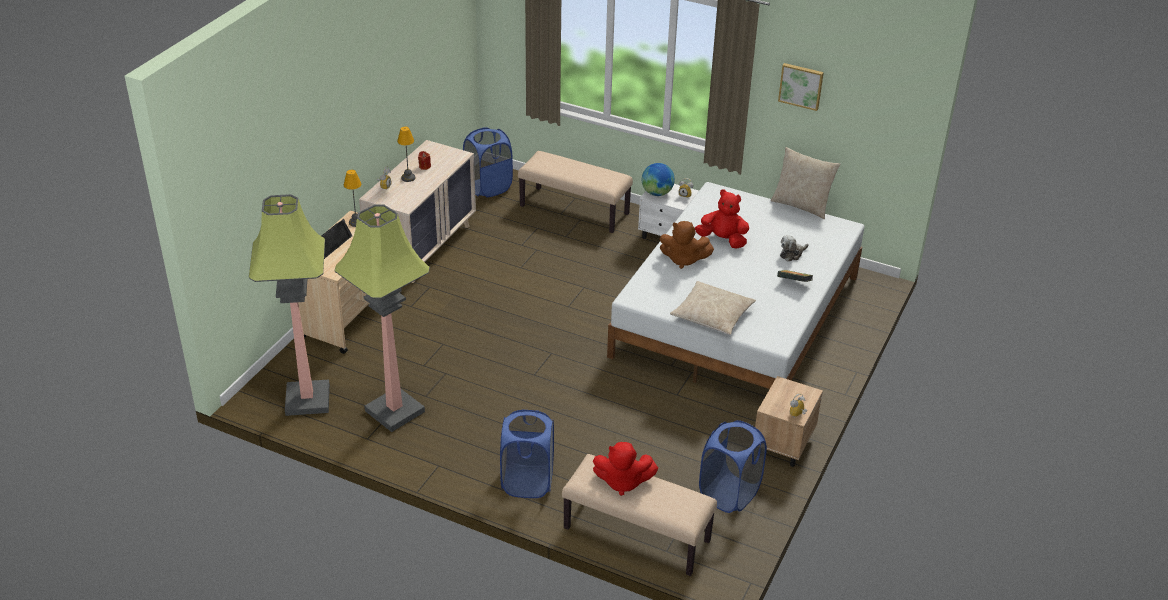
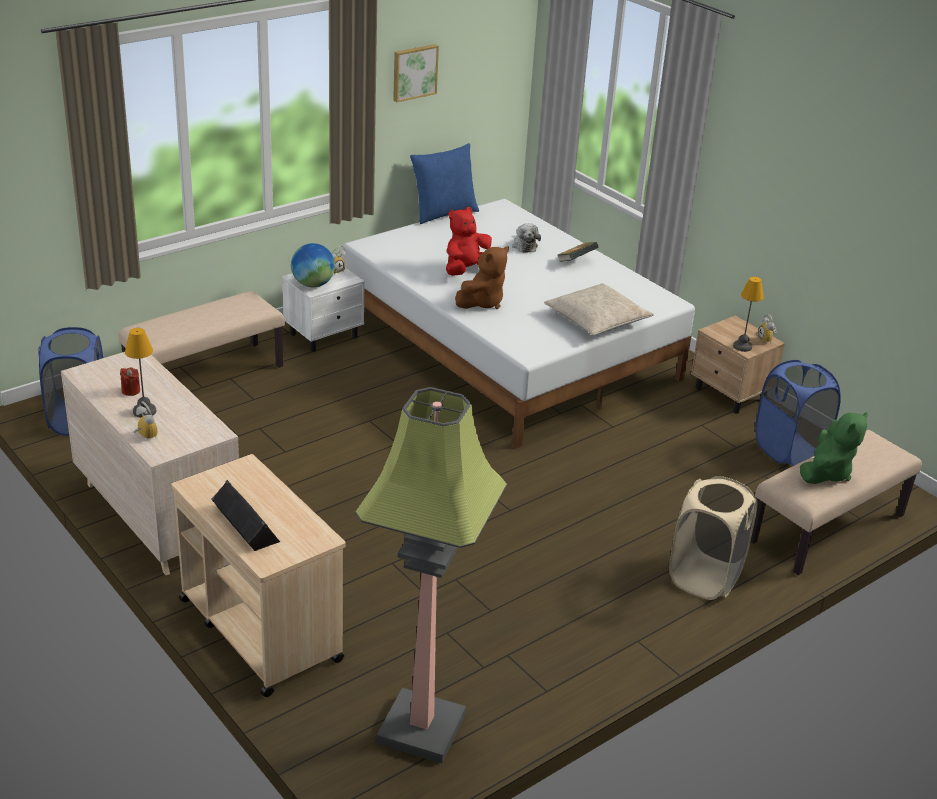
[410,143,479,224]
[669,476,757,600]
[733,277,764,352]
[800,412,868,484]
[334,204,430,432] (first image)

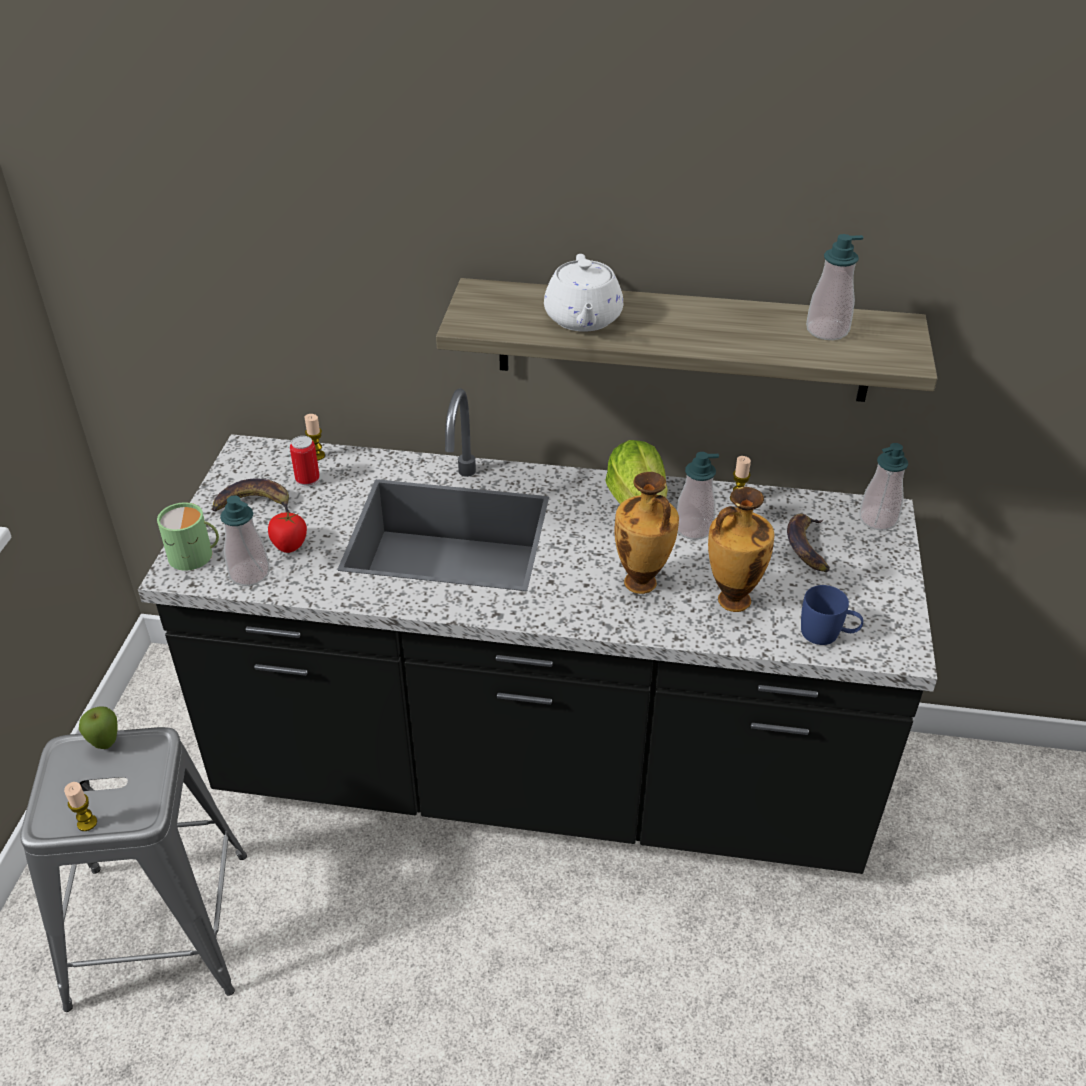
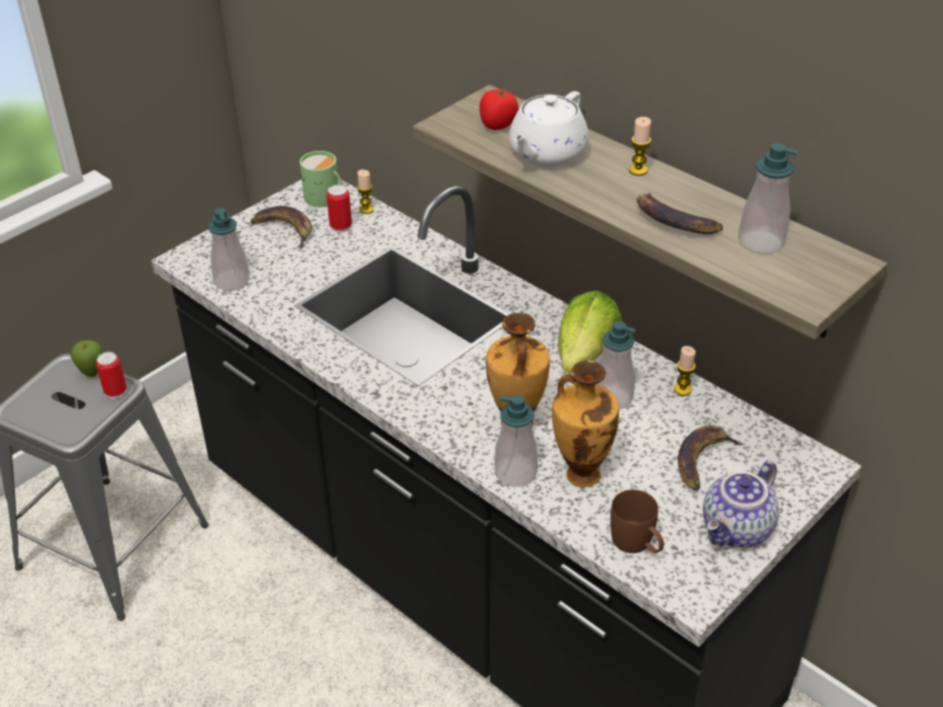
[96,352,127,399]
[300,151,343,207]
[479,88,519,130]
[494,395,538,487]
[610,490,664,553]
[629,117,651,176]
[637,192,723,234]
[703,461,779,547]

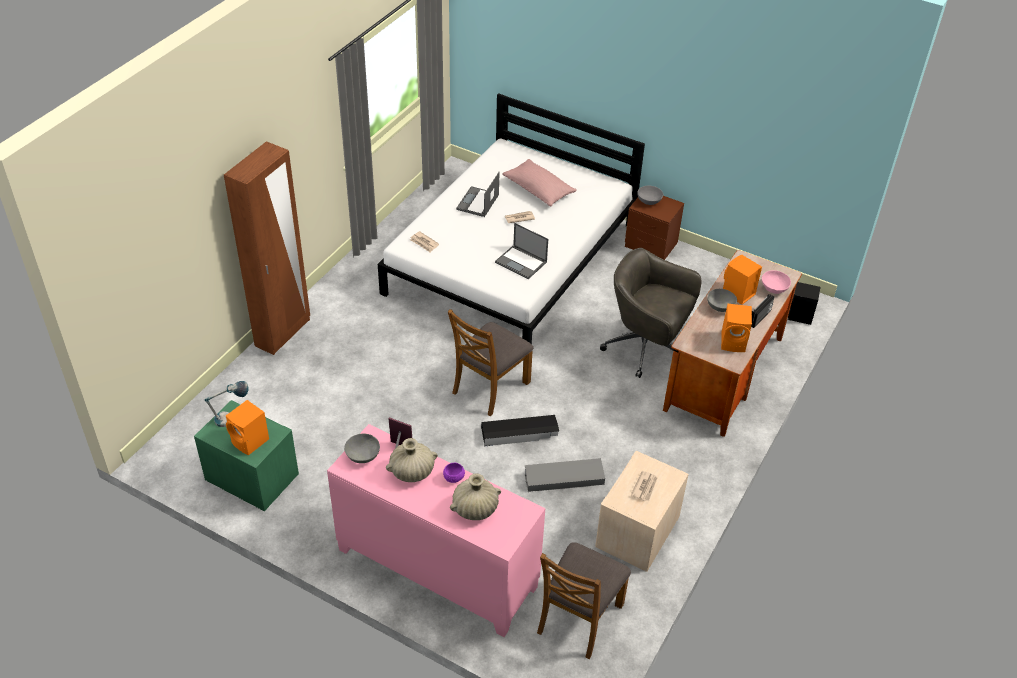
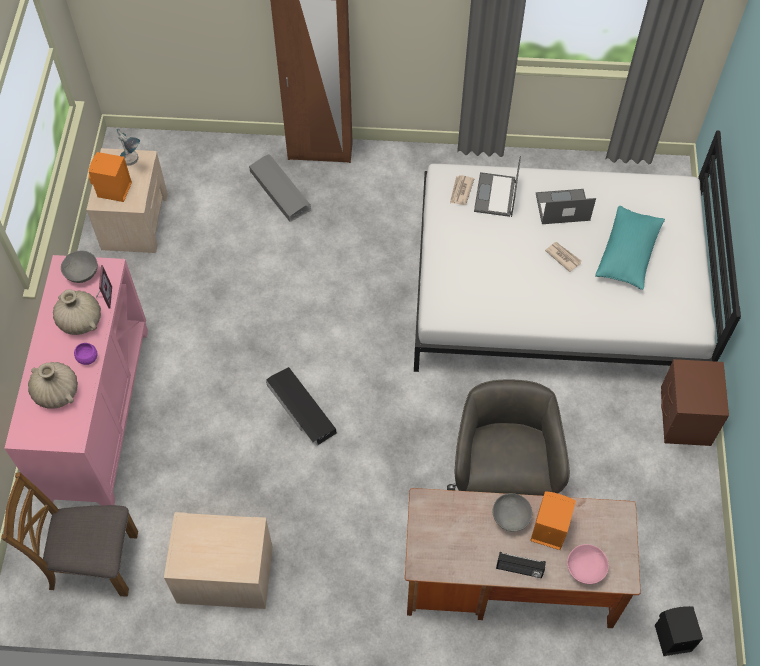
[86,148,168,253]
[249,154,311,222]
[474,156,521,217]
[595,206,665,290]
[448,309,534,416] (first image)
[630,471,658,501] (first image)
[637,186,663,205] (first image)
[721,304,752,352] (first image)

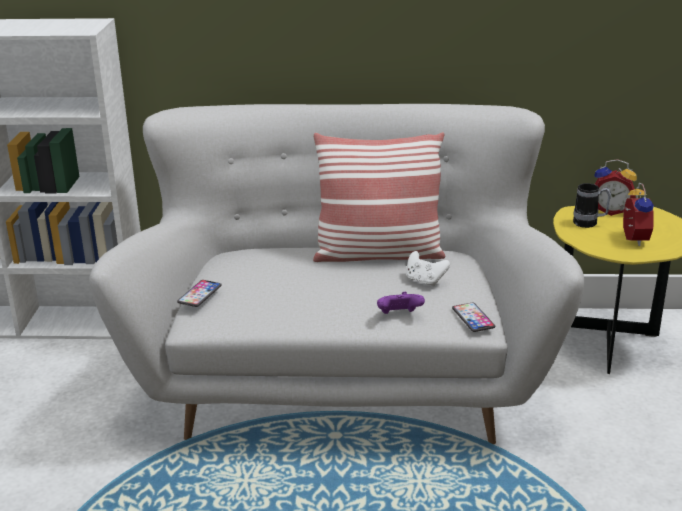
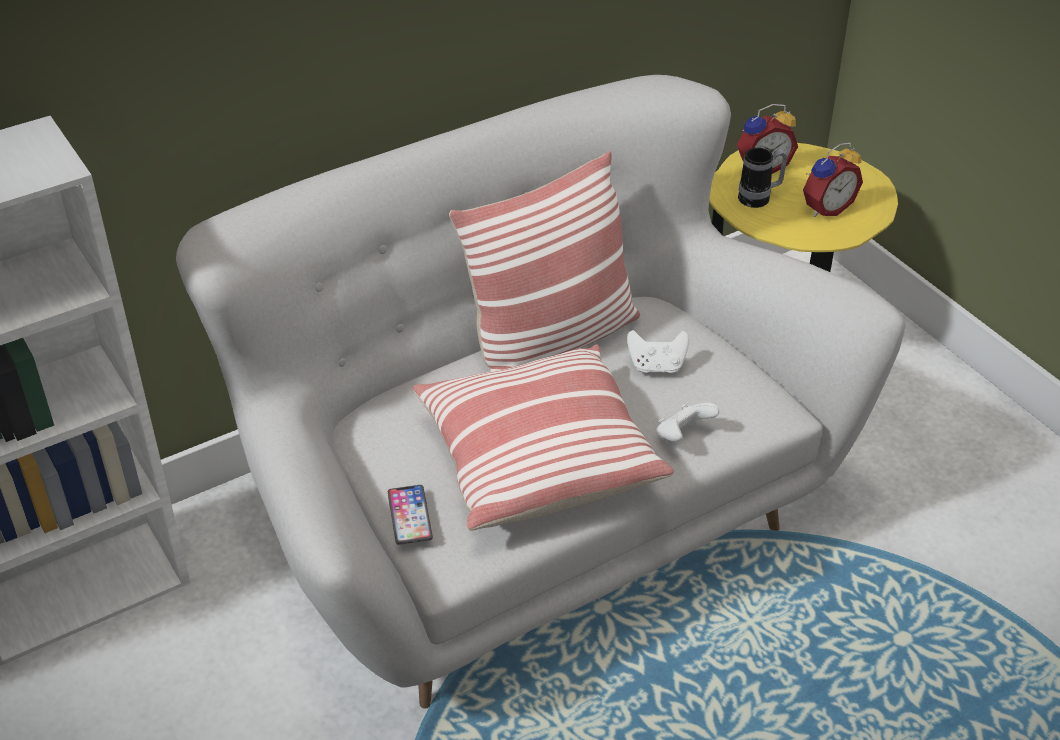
[413,344,674,531]
[656,403,719,442]
[803,143,863,217]
[452,302,495,332] (first image)

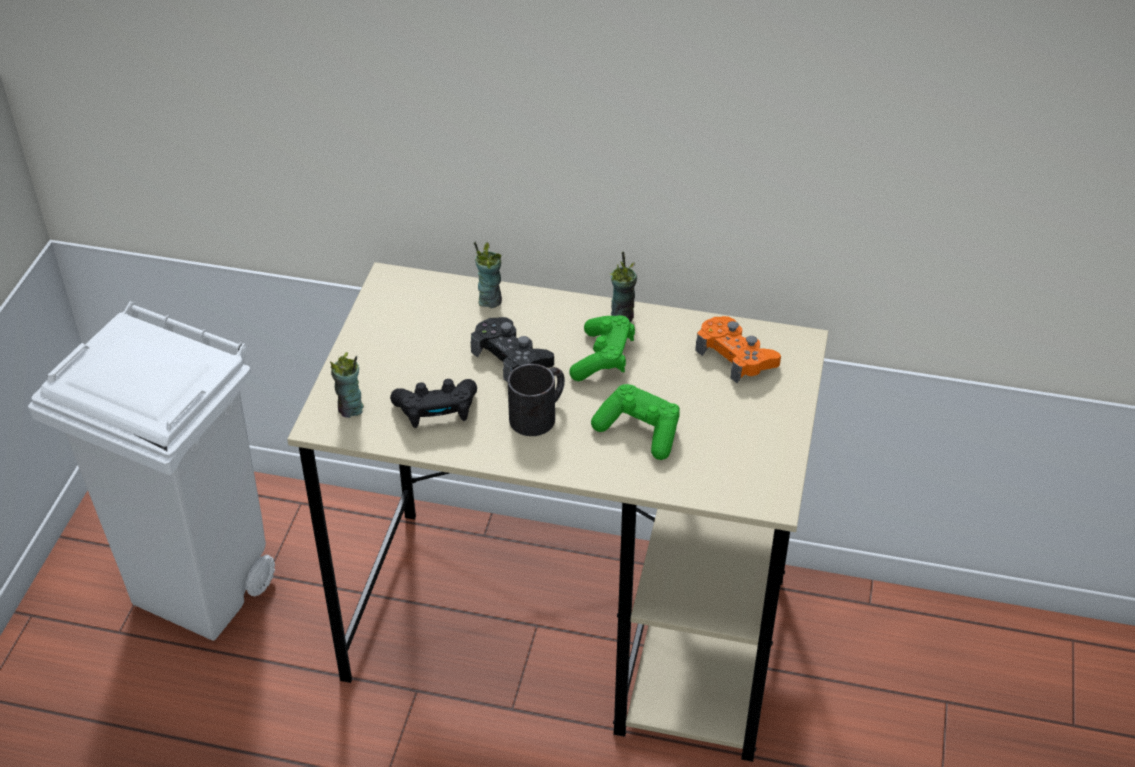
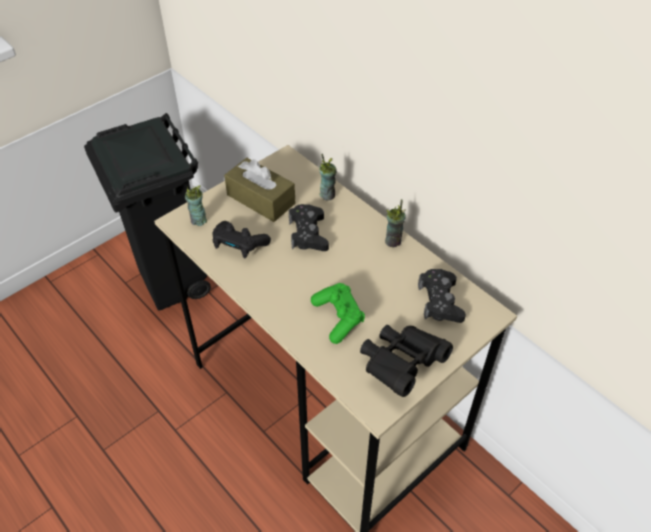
[84,113,211,311]
[224,158,295,222]
[360,325,453,397]
[418,269,466,323]
[508,364,565,436] (first image)
[569,315,635,381] (first image)

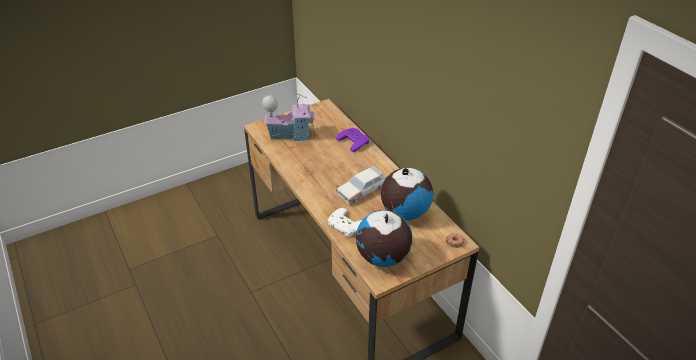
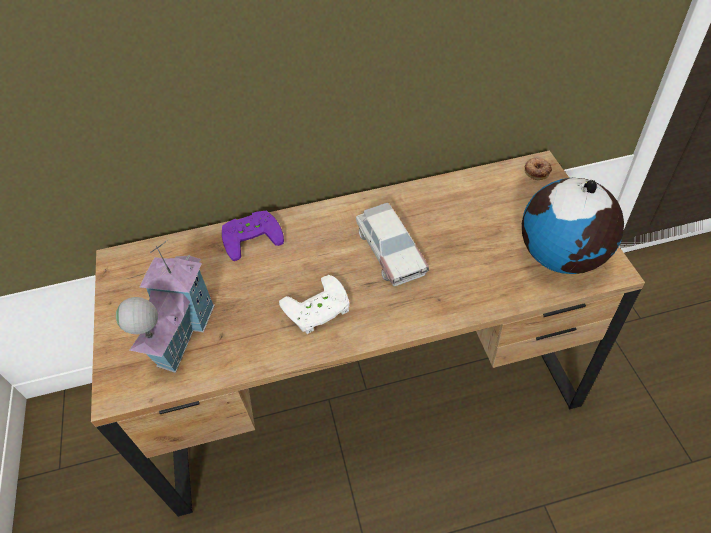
[279,275,350,334]
[381,168,433,220] (first image)

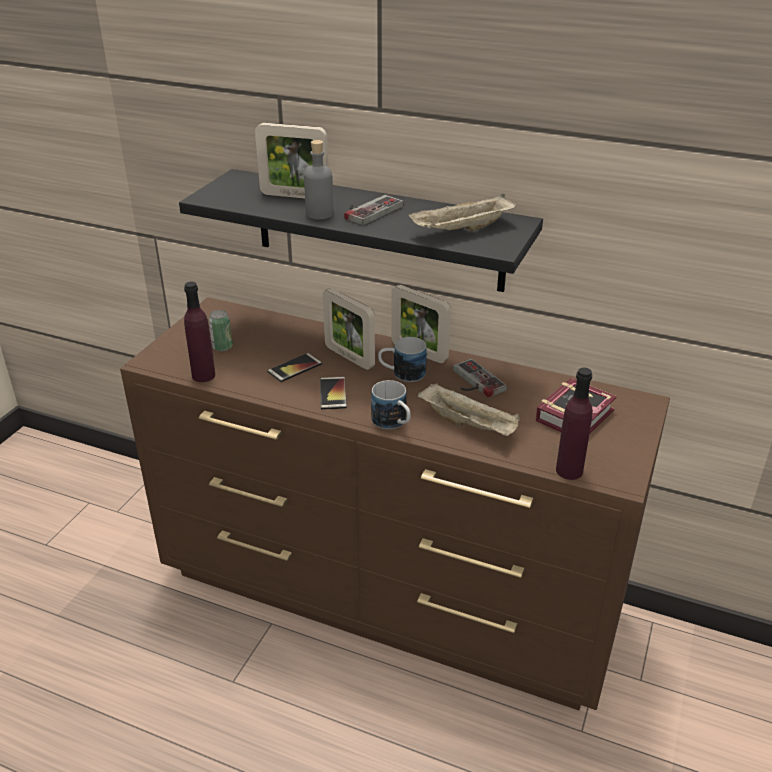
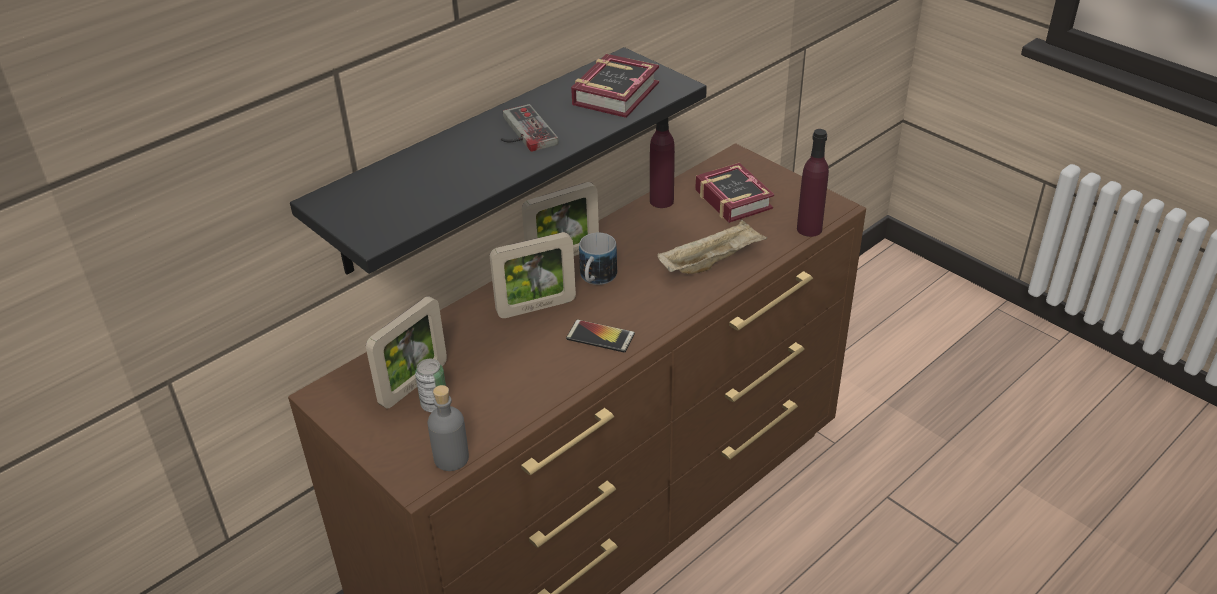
[366,296,447,409]
[428,385,469,471]
[571,54,659,118]
[650,118,675,208]
[267,353,322,382] (first image)
[371,380,411,429] (first image)
[453,359,507,398] (first image)

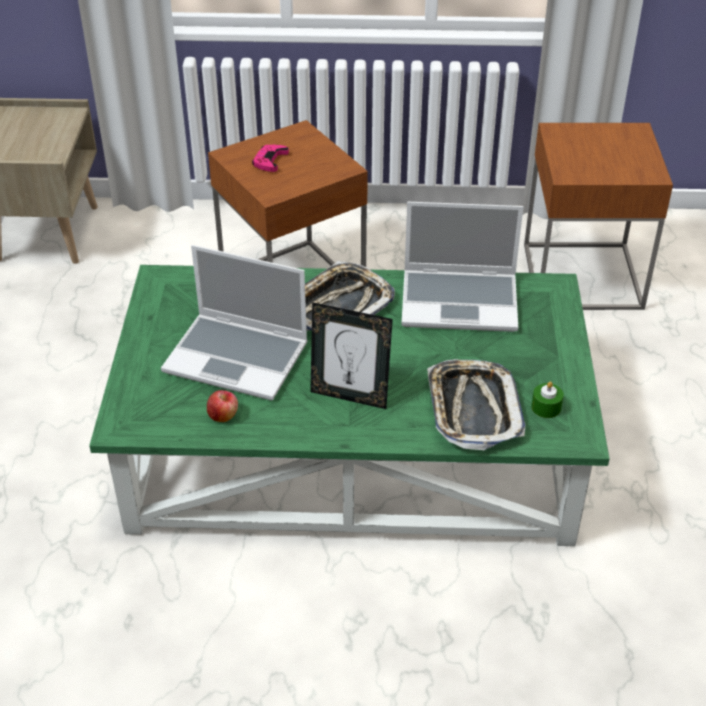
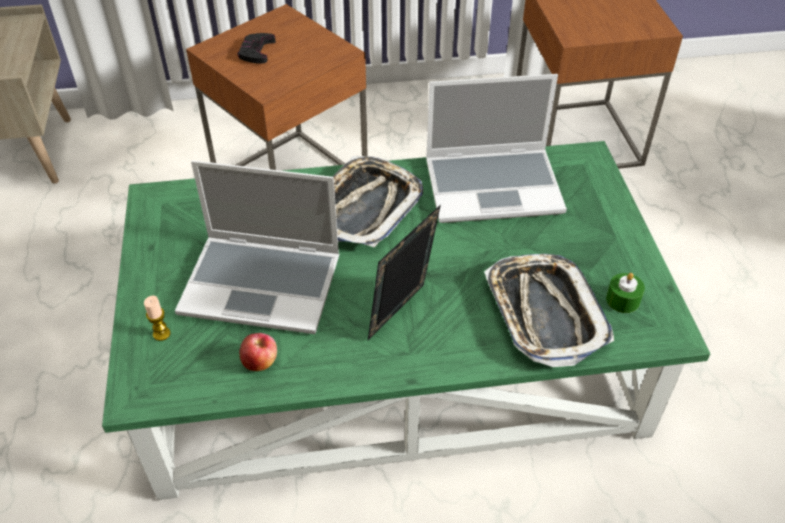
[144,296,170,341]
[238,33,275,64]
[368,205,441,340]

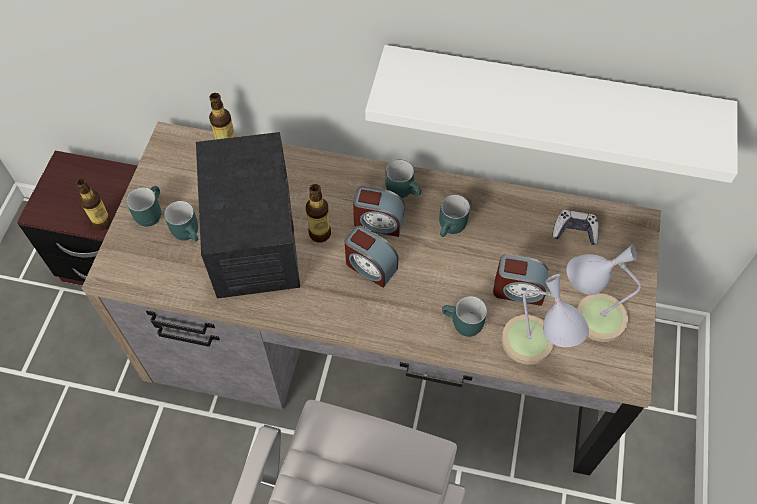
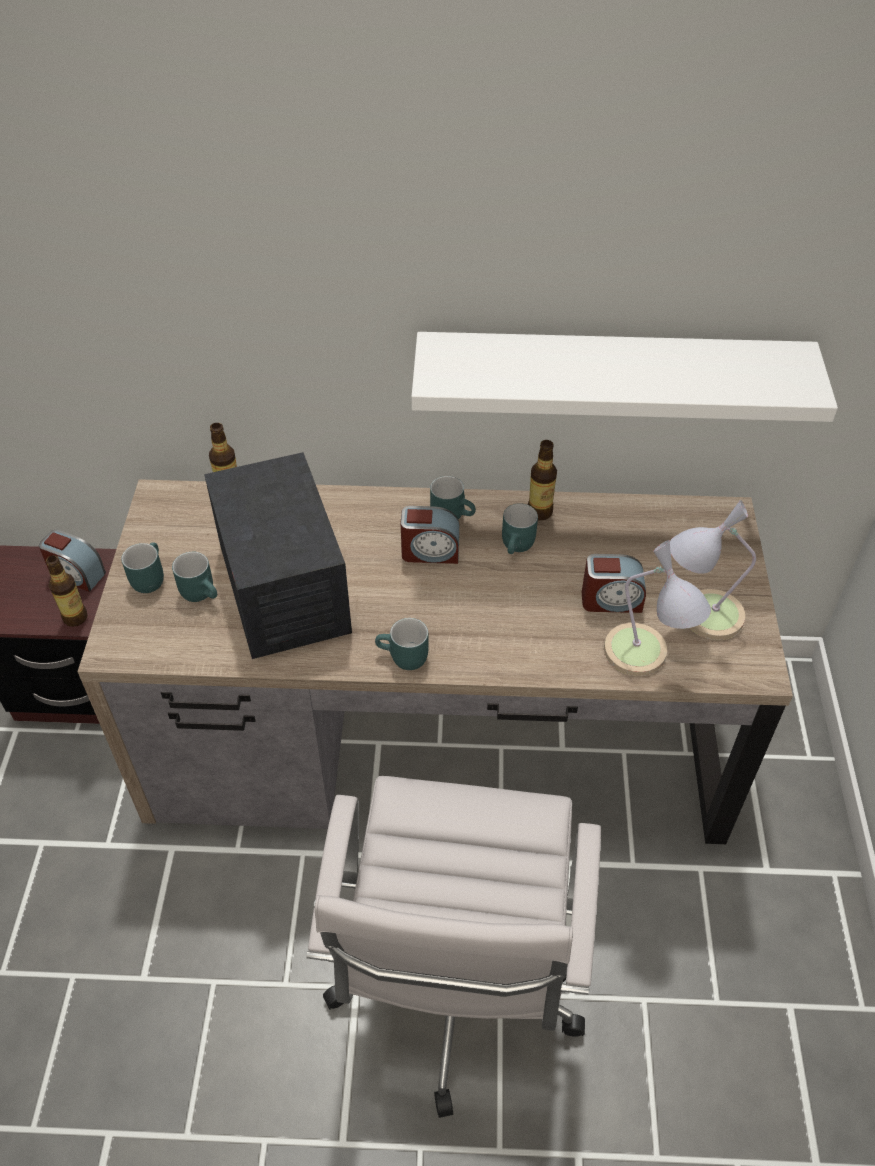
[39,530,106,592]
[375,618,428,670]
[528,440,557,520]
[553,210,599,245] (first image)

